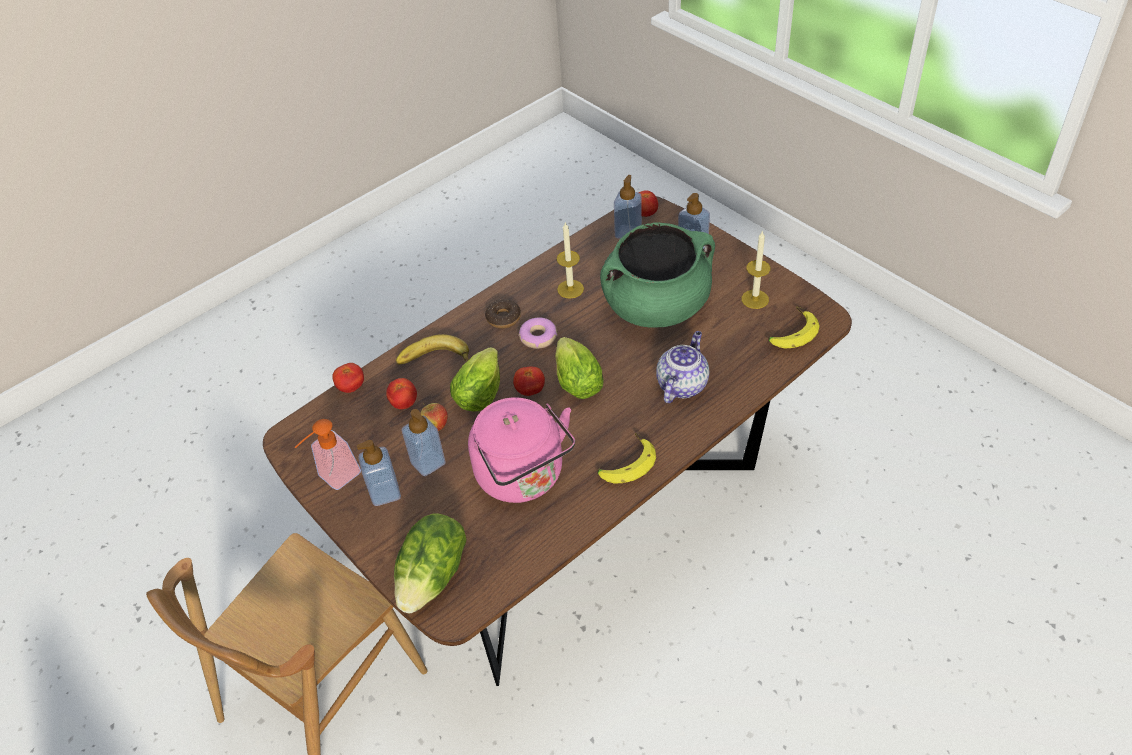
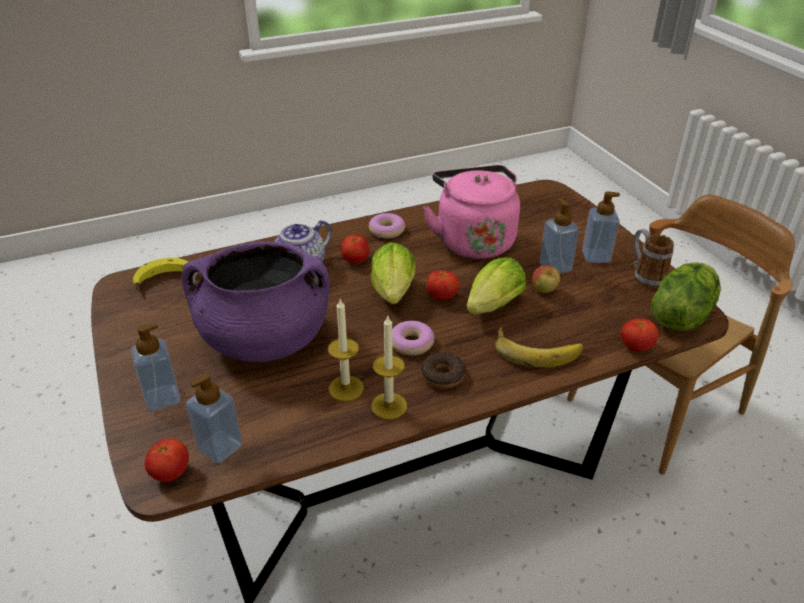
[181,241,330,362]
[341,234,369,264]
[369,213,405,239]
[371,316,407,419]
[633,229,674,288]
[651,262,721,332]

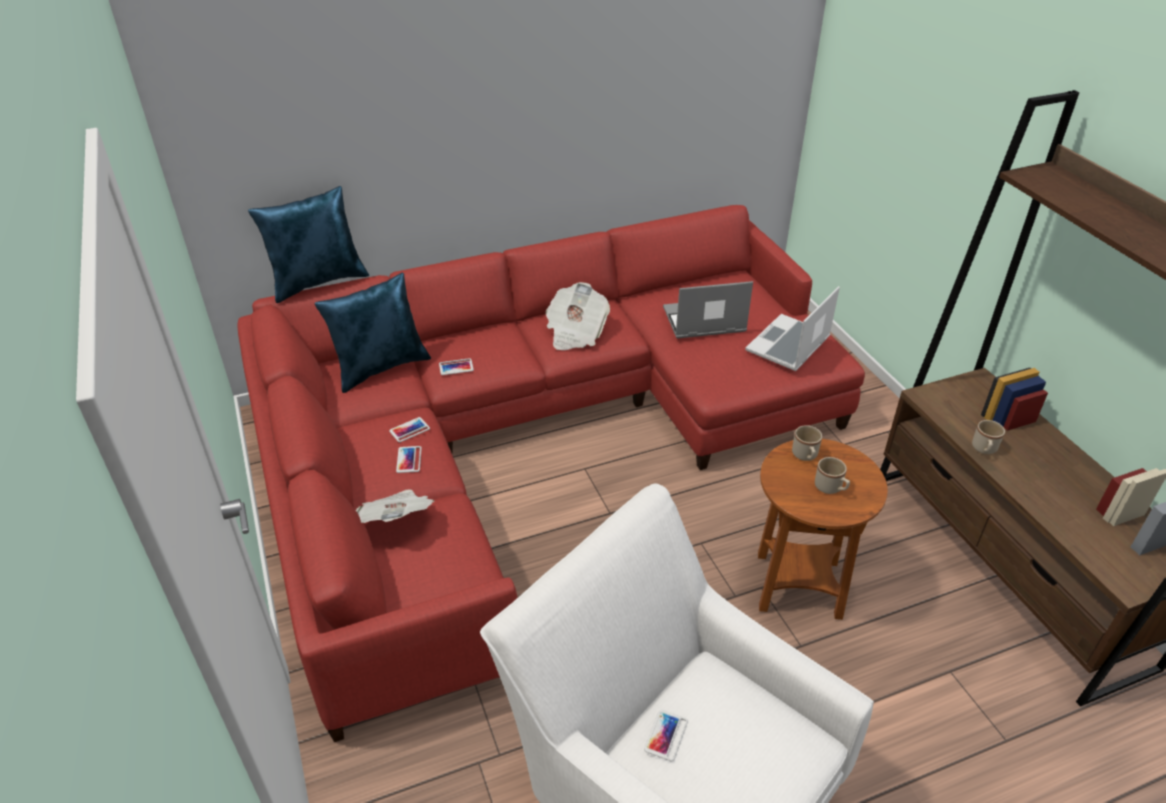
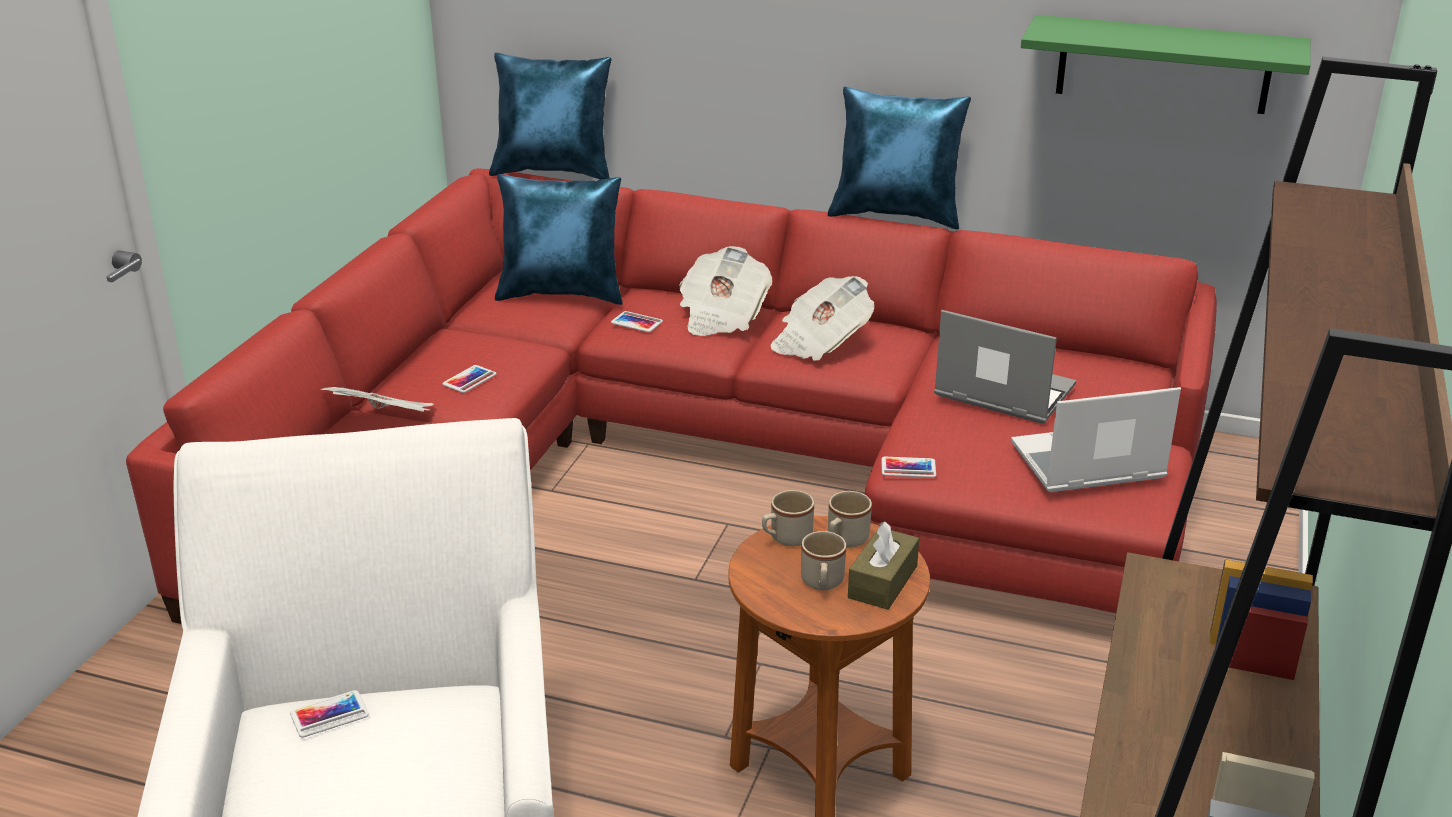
[679,246,772,336]
[762,490,814,546]
[828,87,971,229]
[848,522,919,610]
[882,457,936,478]
[1021,15,1311,114]

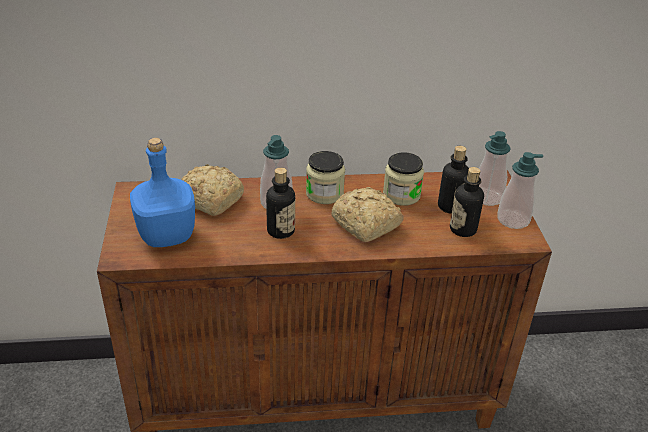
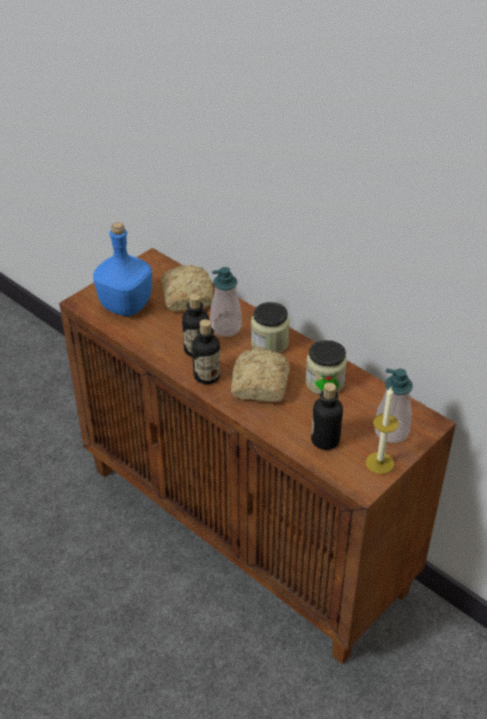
[192,319,221,384]
[366,387,399,474]

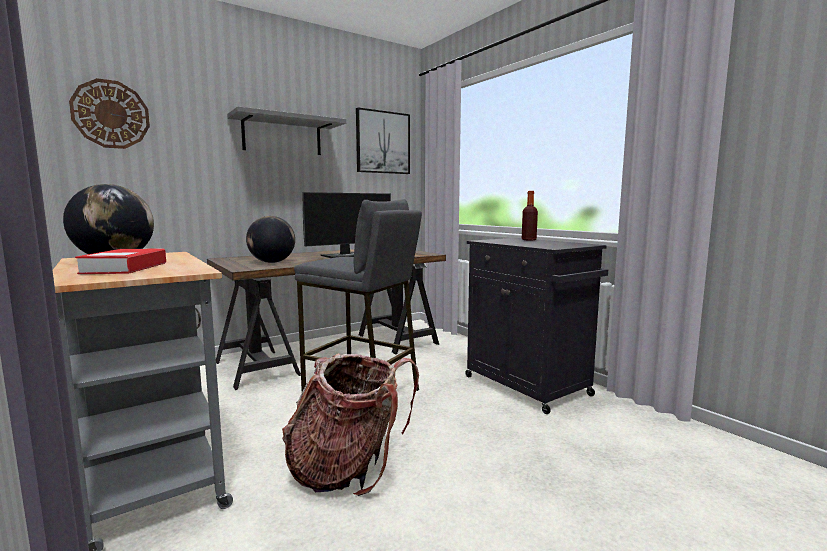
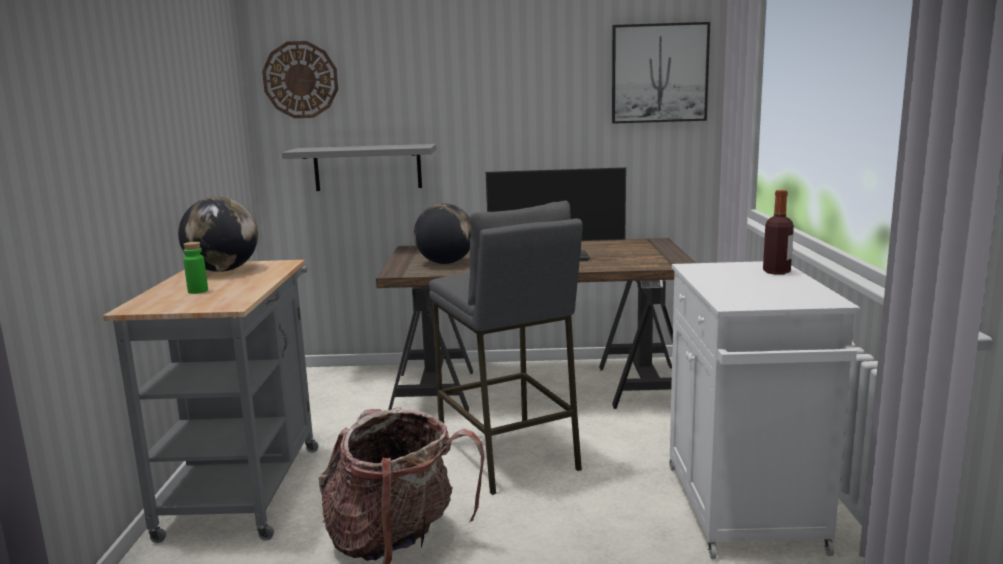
[183,242,208,294]
[282,144,436,191]
[669,261,860,559]

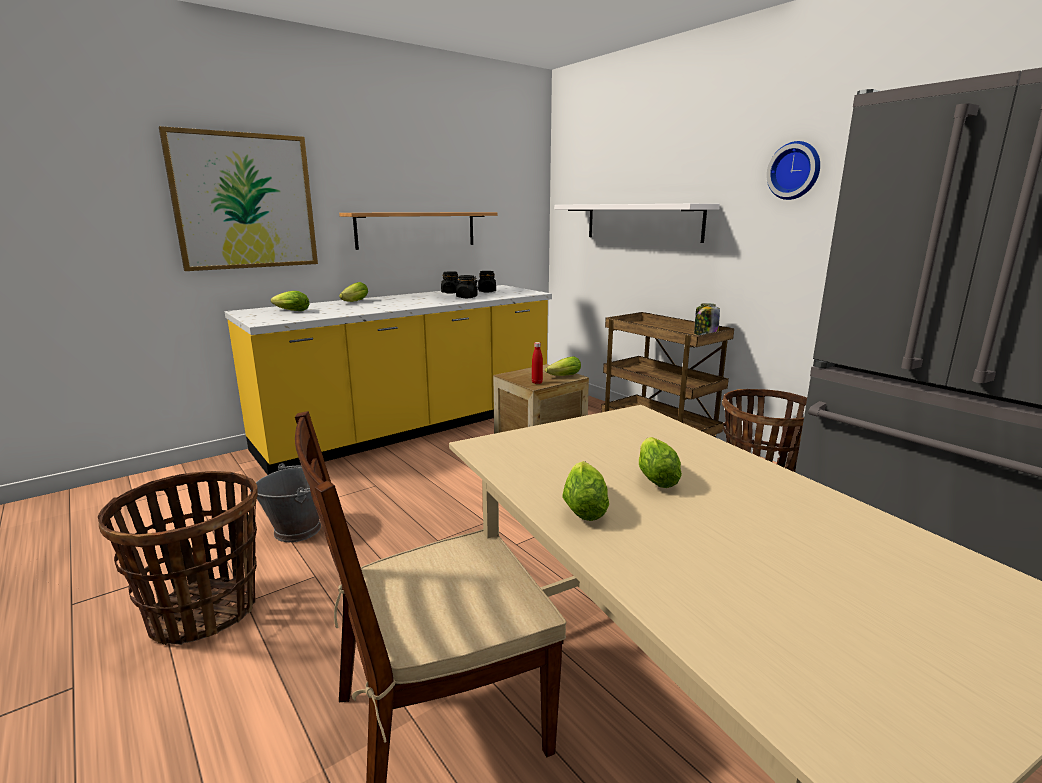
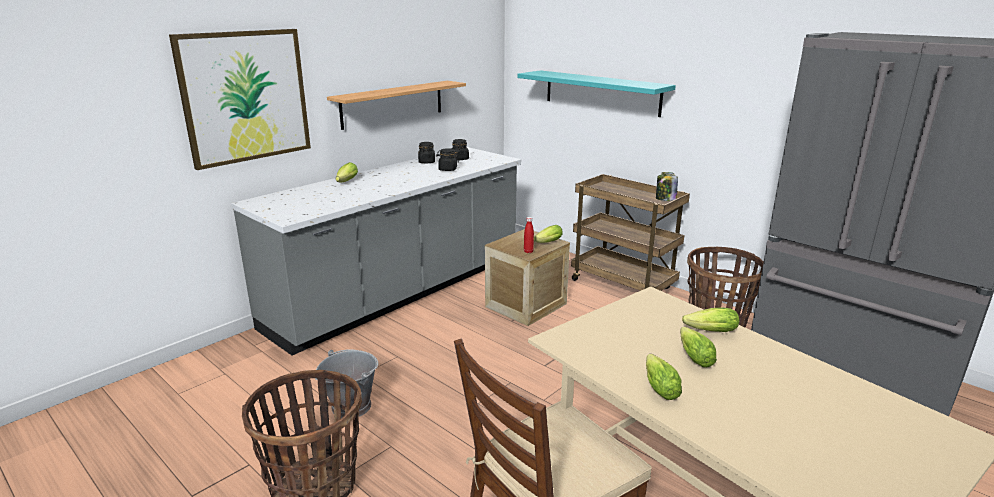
[231,147,521,356]
[517,70,676,117]
[682,308,739,332]
[766,141,820,200] (first image)

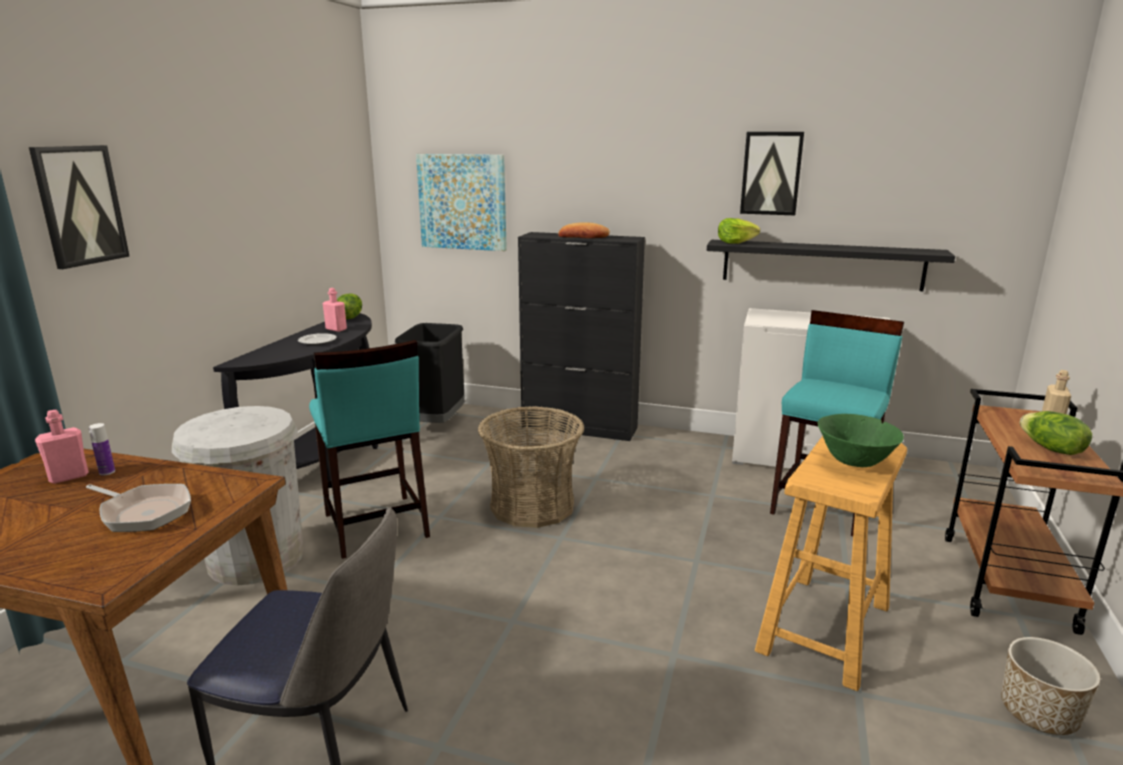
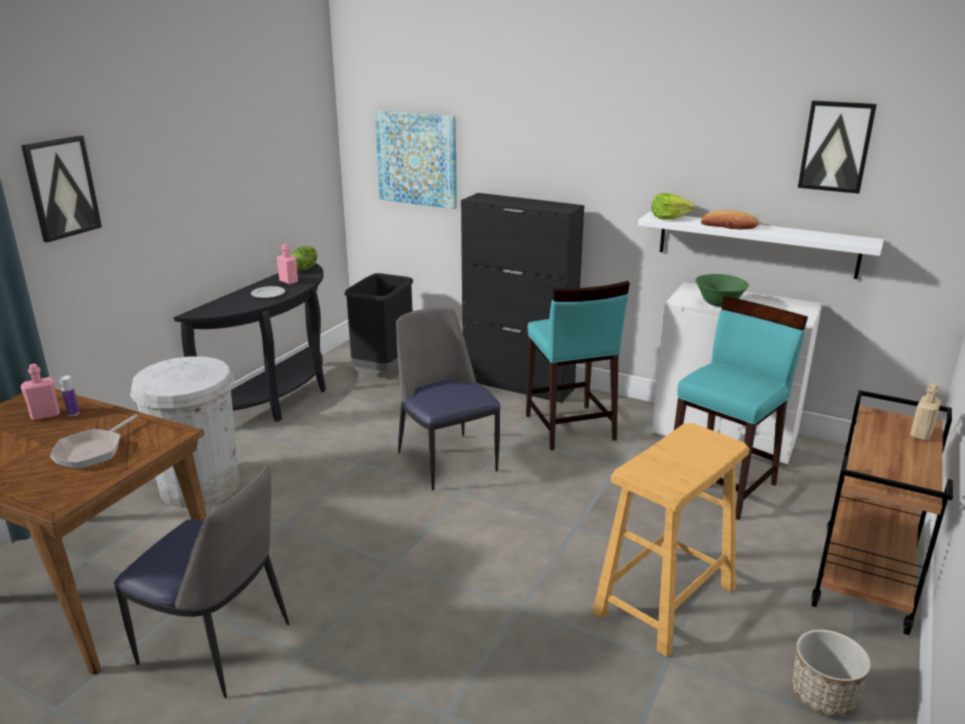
[50,414,138,469]
[396,307,500,490]
[526,281,630,450]
[638,212,884,279]
[695,274,749,307]
[701,210,760,229]
[798,100,877,194]
[1020,411,1092,455] (first image)

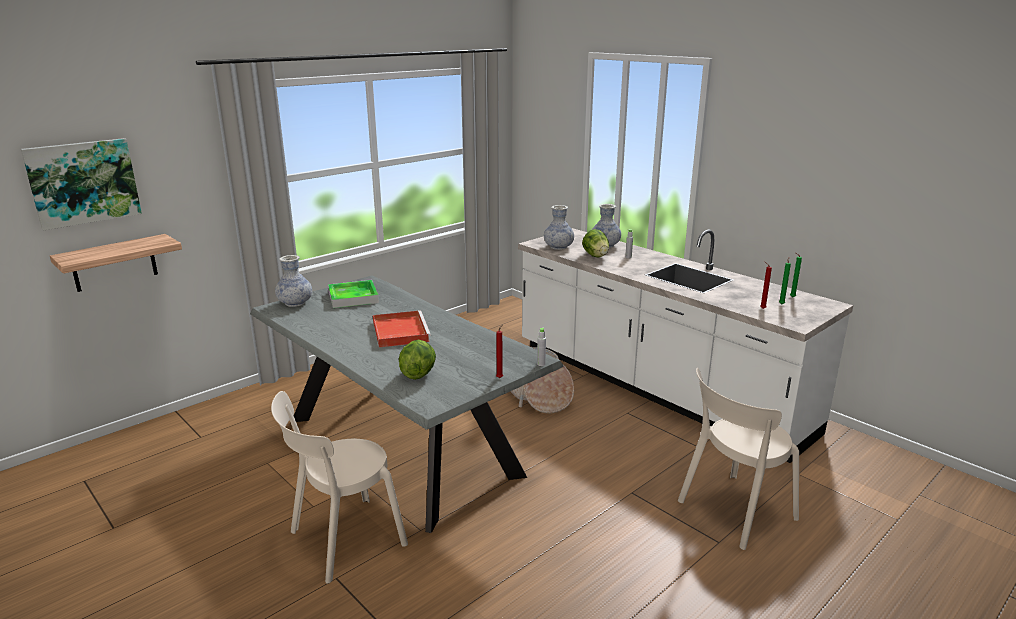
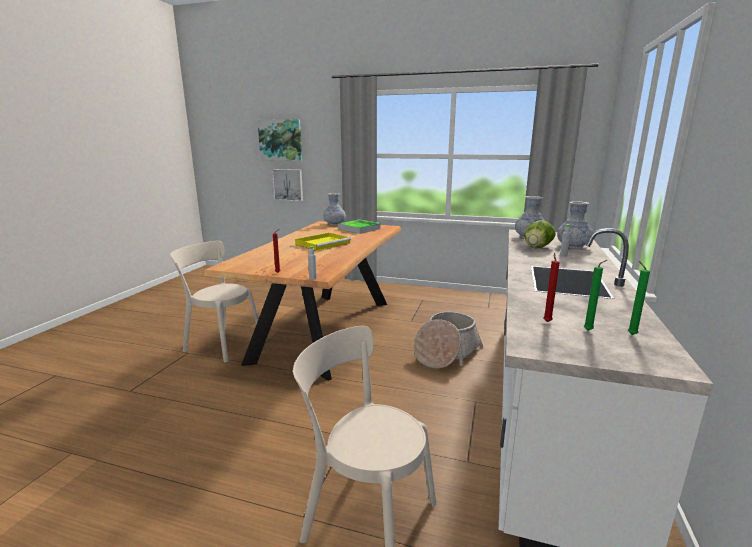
[202,221,402,381]
[272,169,303,201]
[295,233,351,251]
[399,340,436,380] (first image)

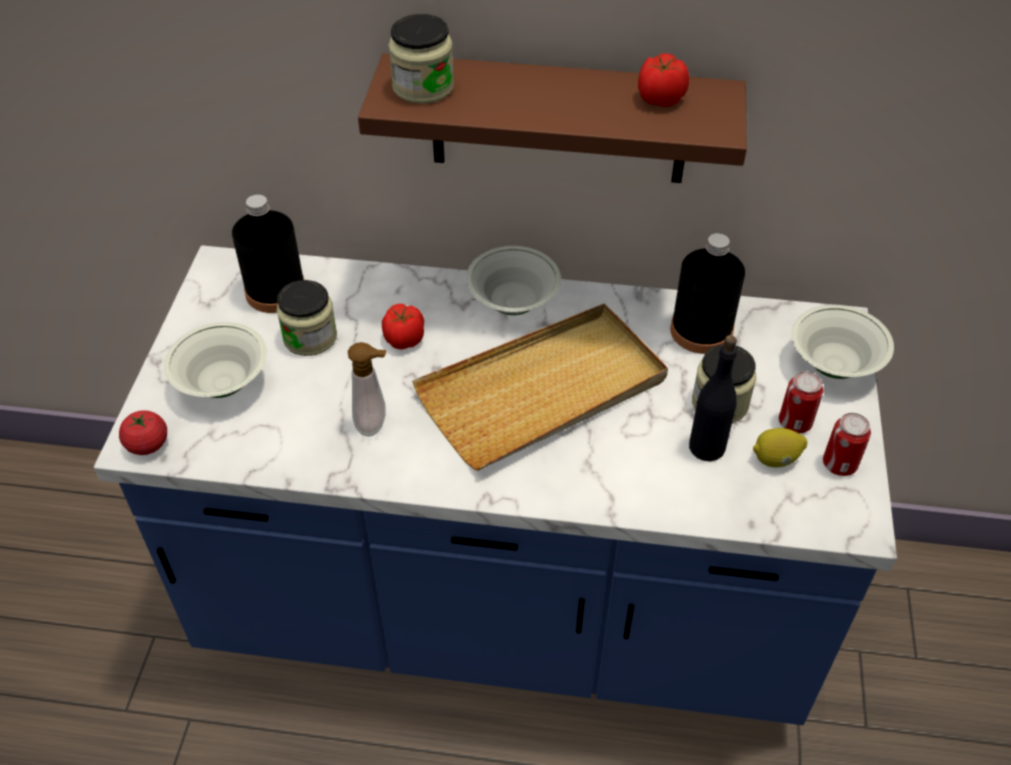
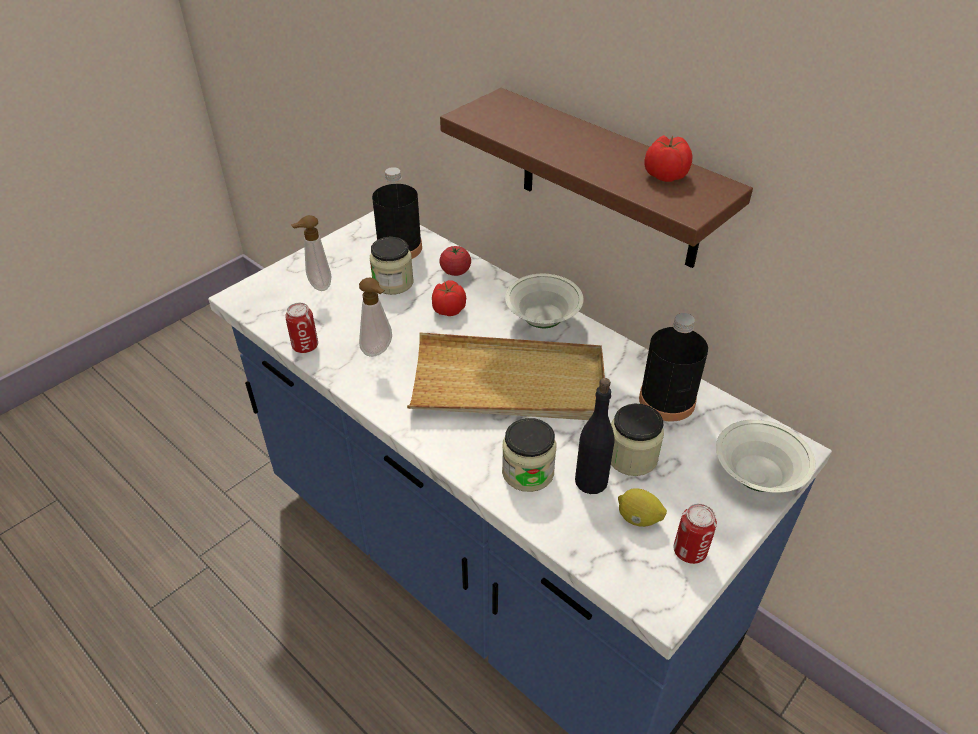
[285,303,318,353]
[291,215,331,291]
[439,246,471,276]
[502,418,556,492]

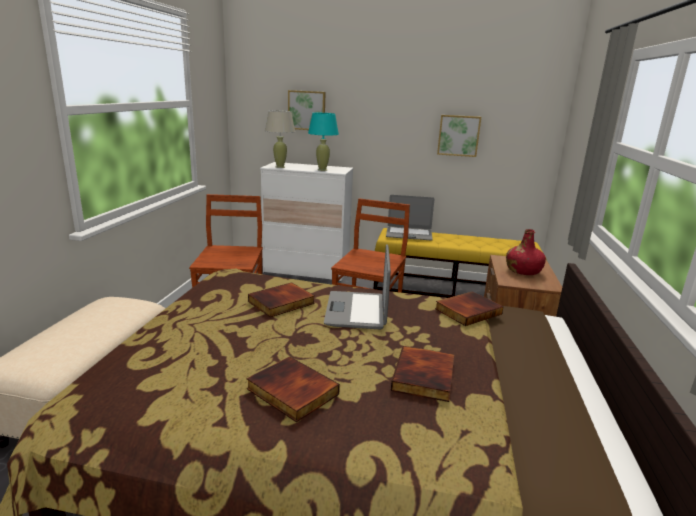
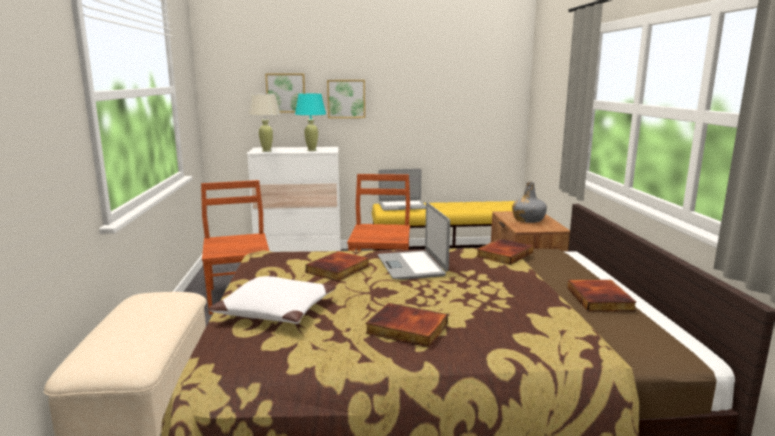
[209,276,336,324]
[327,80,365,118]
[512,182,547,223]
[567,280,637,312]

